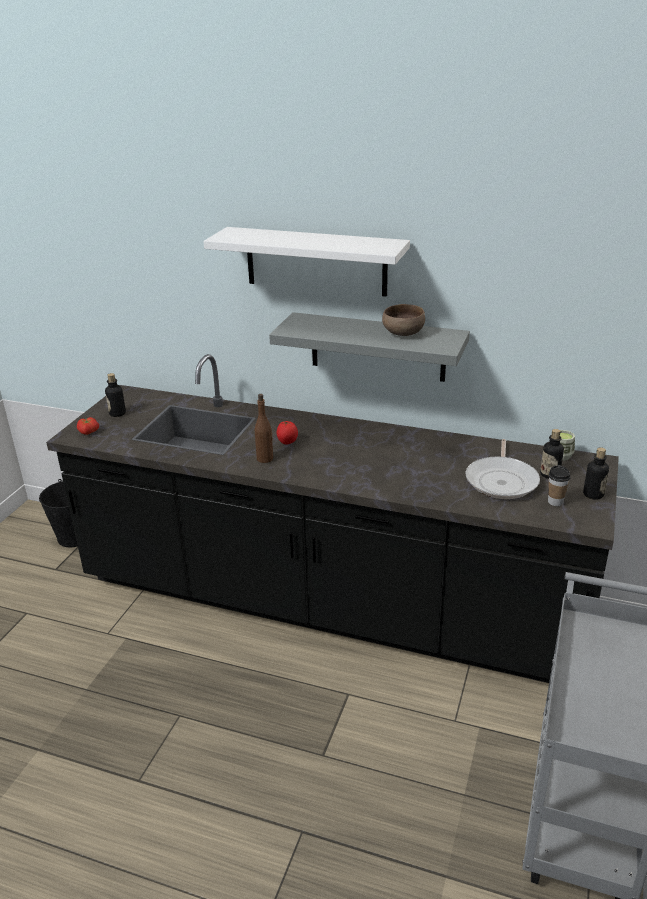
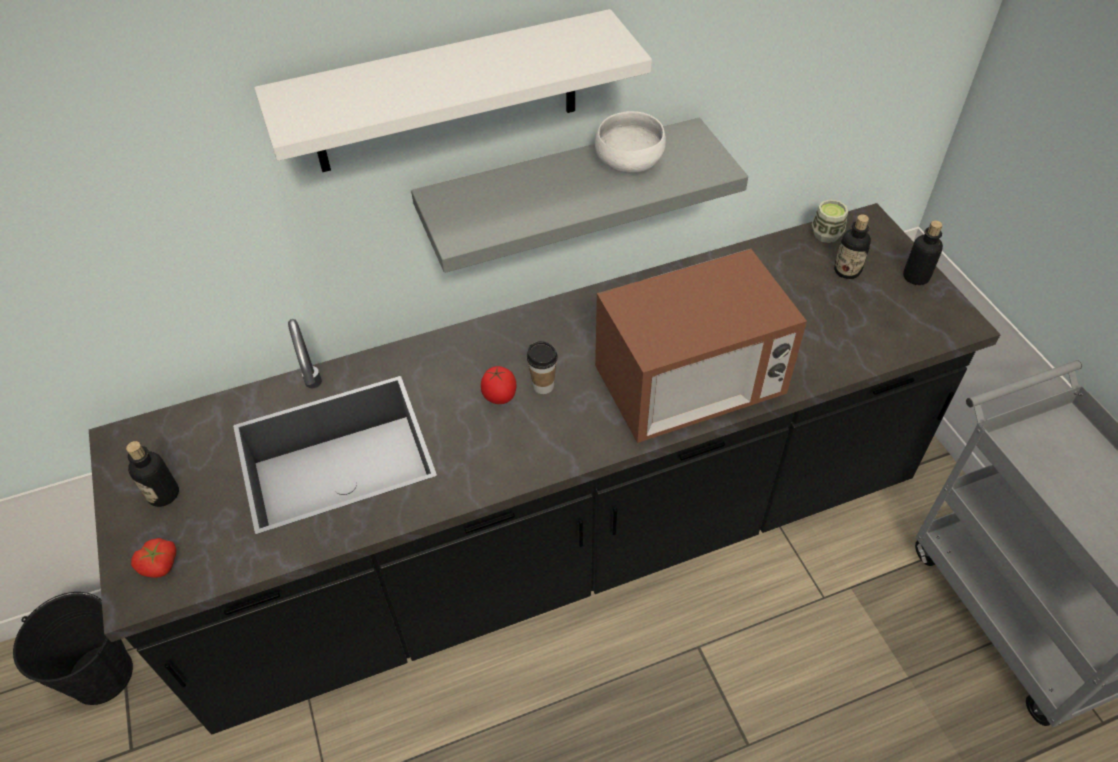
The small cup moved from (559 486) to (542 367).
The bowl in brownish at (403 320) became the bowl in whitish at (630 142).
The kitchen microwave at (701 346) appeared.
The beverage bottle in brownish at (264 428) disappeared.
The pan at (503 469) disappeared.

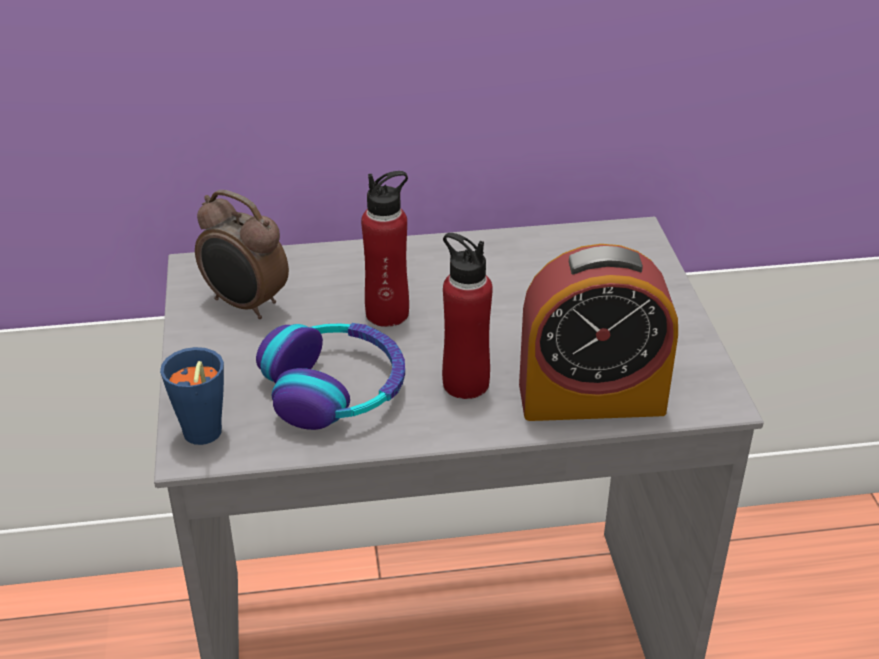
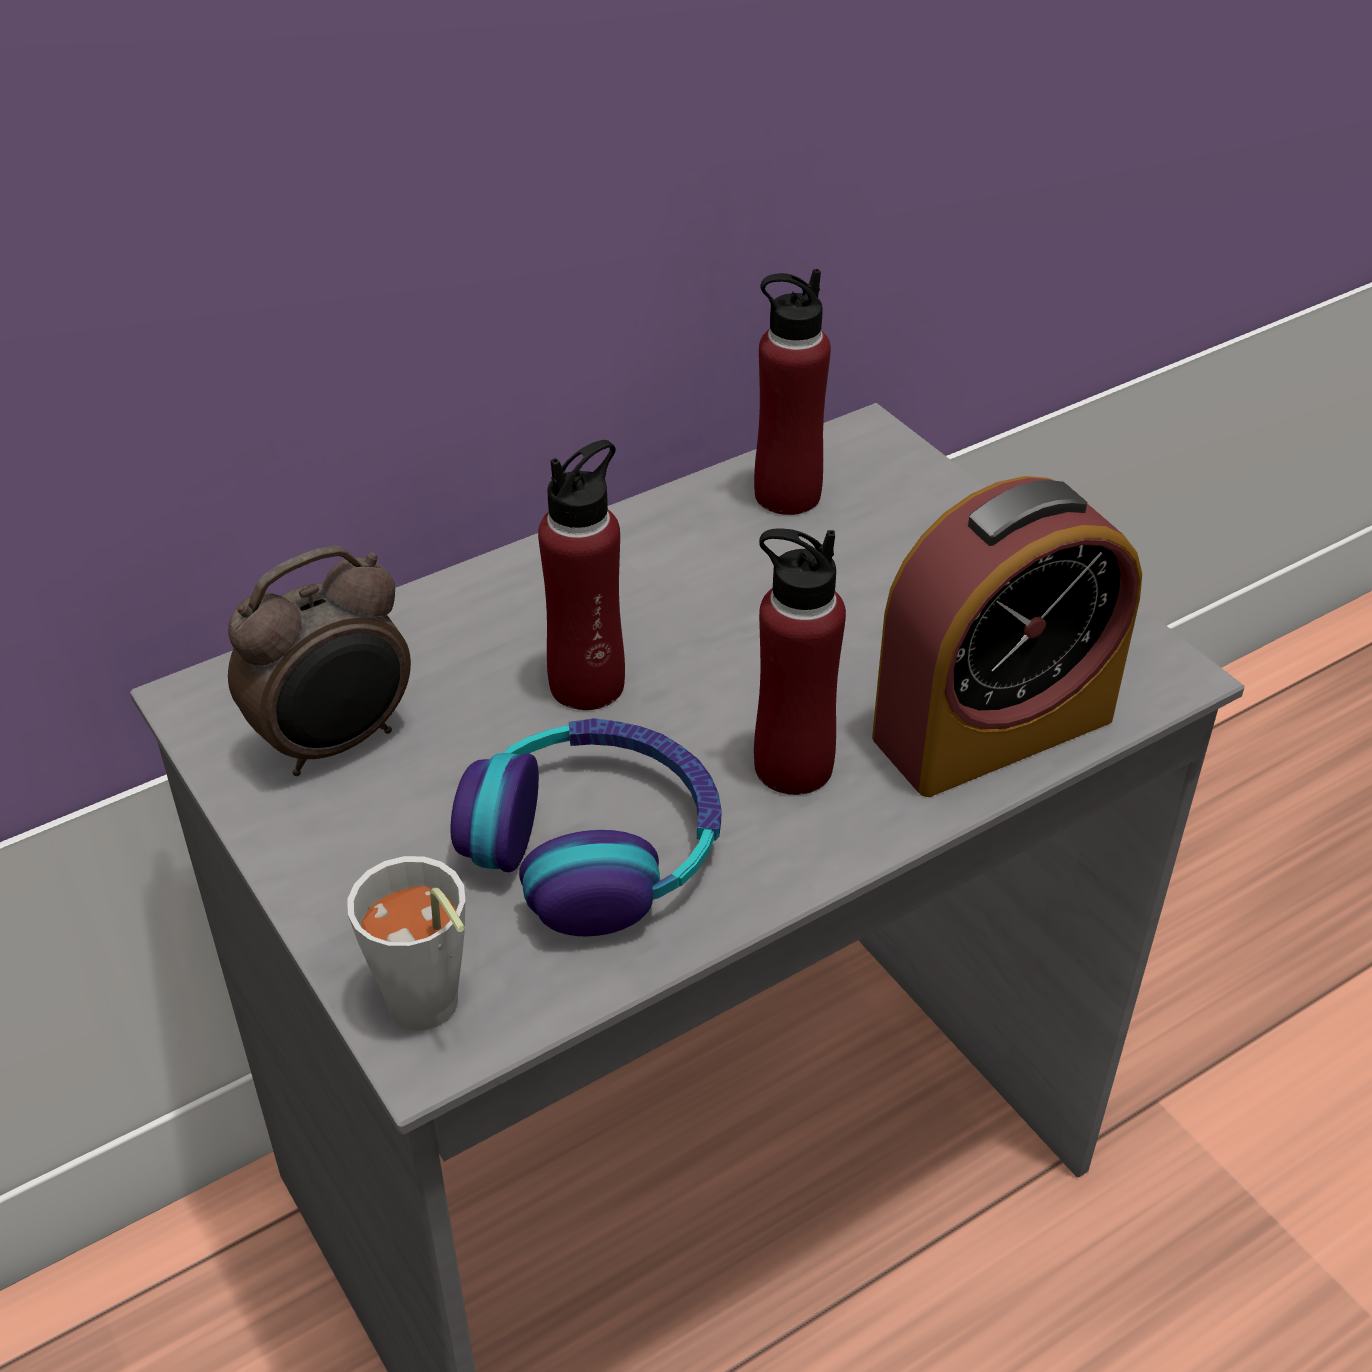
The alarm clock at (242 254) turned 45 degrees counterclockwise.
The small cup in bluish at (192 396) became the small cup in grey at (406 943).
The beverage bottle in red at (792 392) appeared.

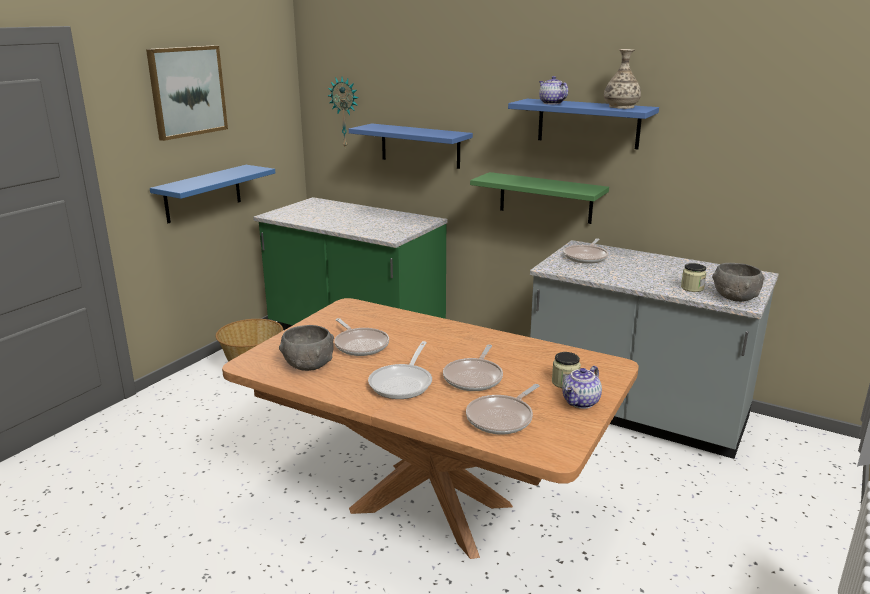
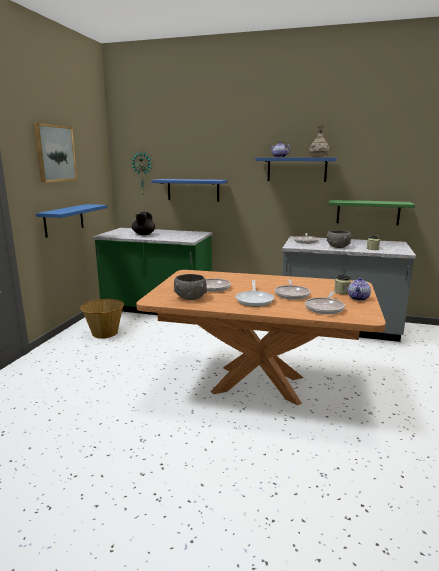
The pot for tea in black at (143 223) appeared.
The bowl in grey moved from (738 282) to (339 239).
The bracket shelf in green moved from (539 198) to (372 212).

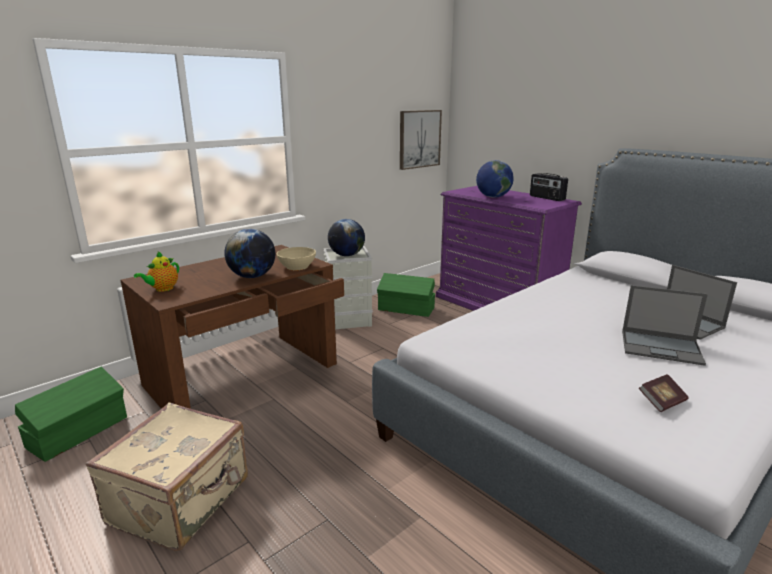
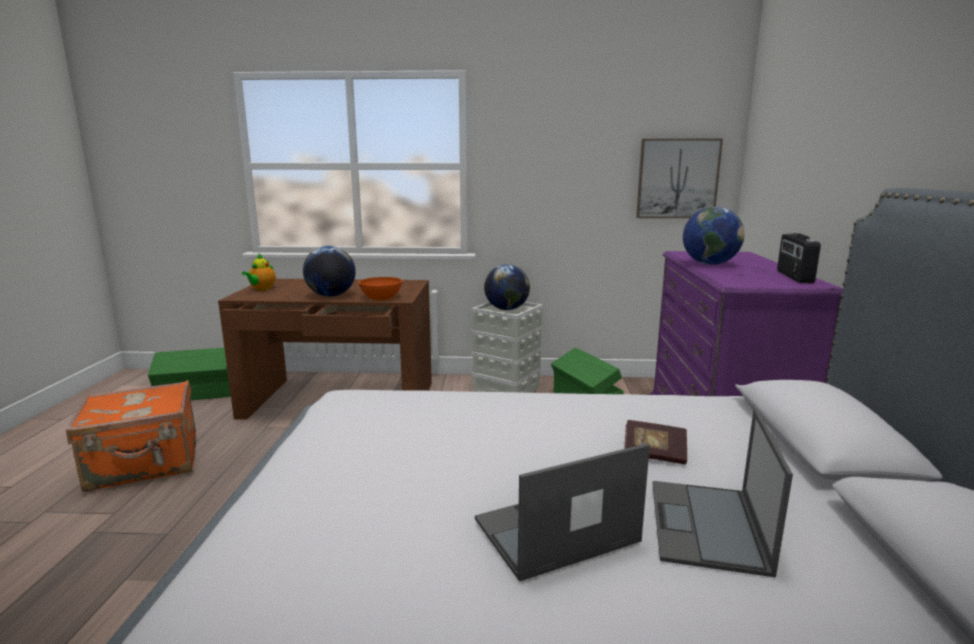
The suitcase in sand-coloured at (167 477) became the suitcase in orangey at (131 436).
The pot for tea at (156 272) turned 60 degrees counterclockwise.
The bowl in sand-coloured at (296 258) became the bowl in orangey at (380 288).
The laptop at (665 325) turned 90 degrees clockwise.
The book moved from (664 393) to (655 442).

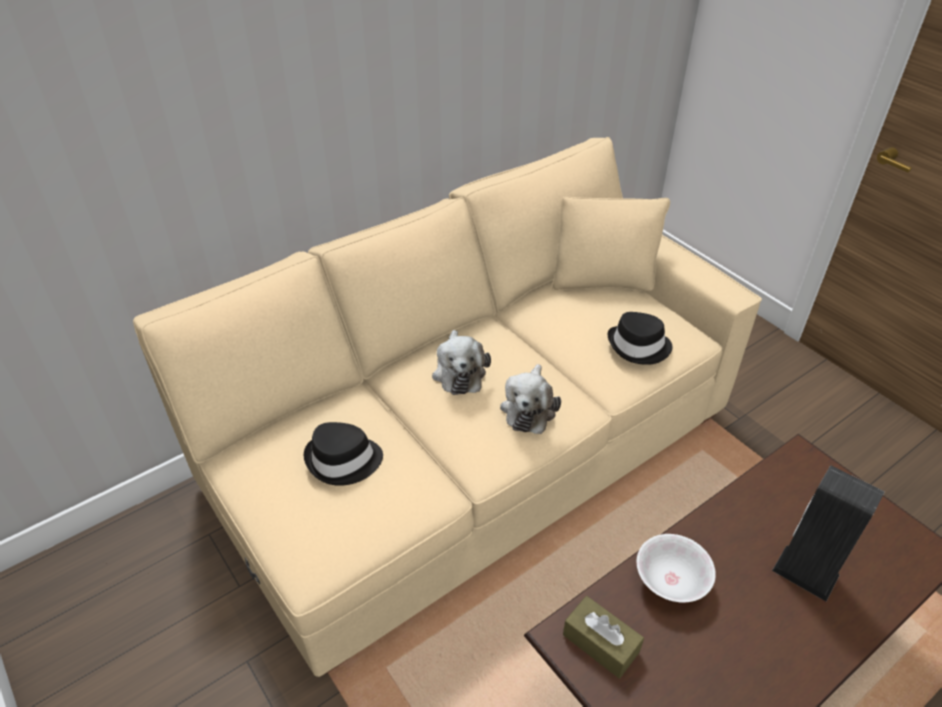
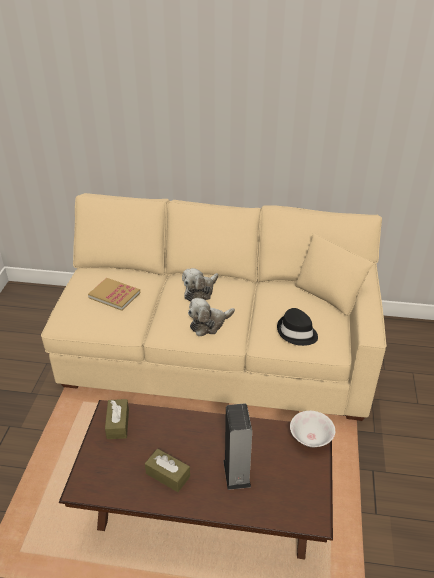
The clothing hat in black at (343 454) was replaced by the book at (114 294).
The box of tissues in brownish at (167 470) appeared.
The bowl in whitish moved from (676 568) to (312 429).

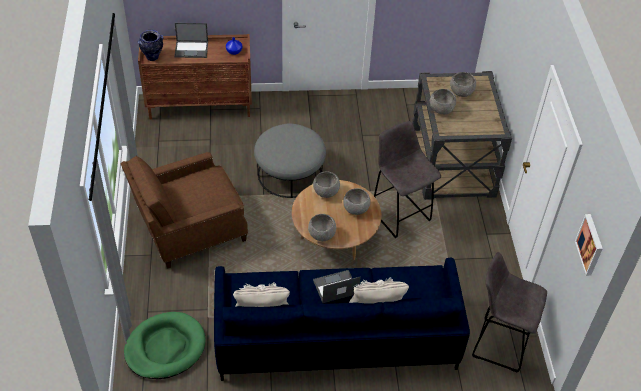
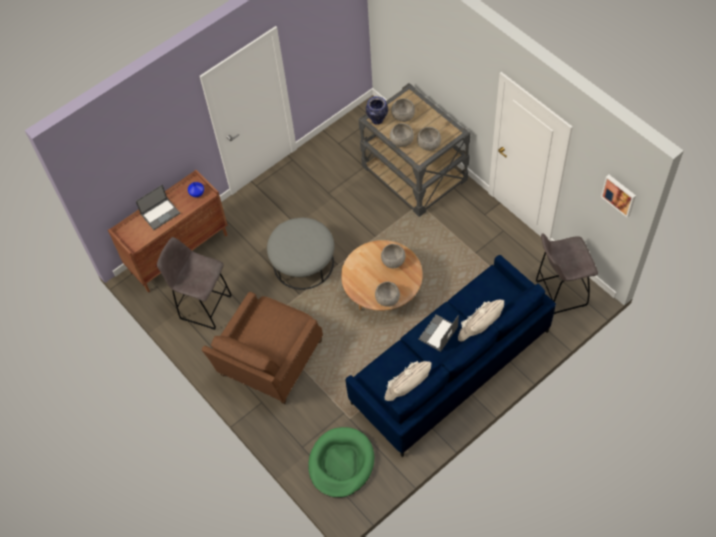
The sitting stool in grey moved from (407 179) to (194 283).
The flower vase moved from (151 45) to (377 110).
The bowl in grey moved from (326 184) to (429 139).

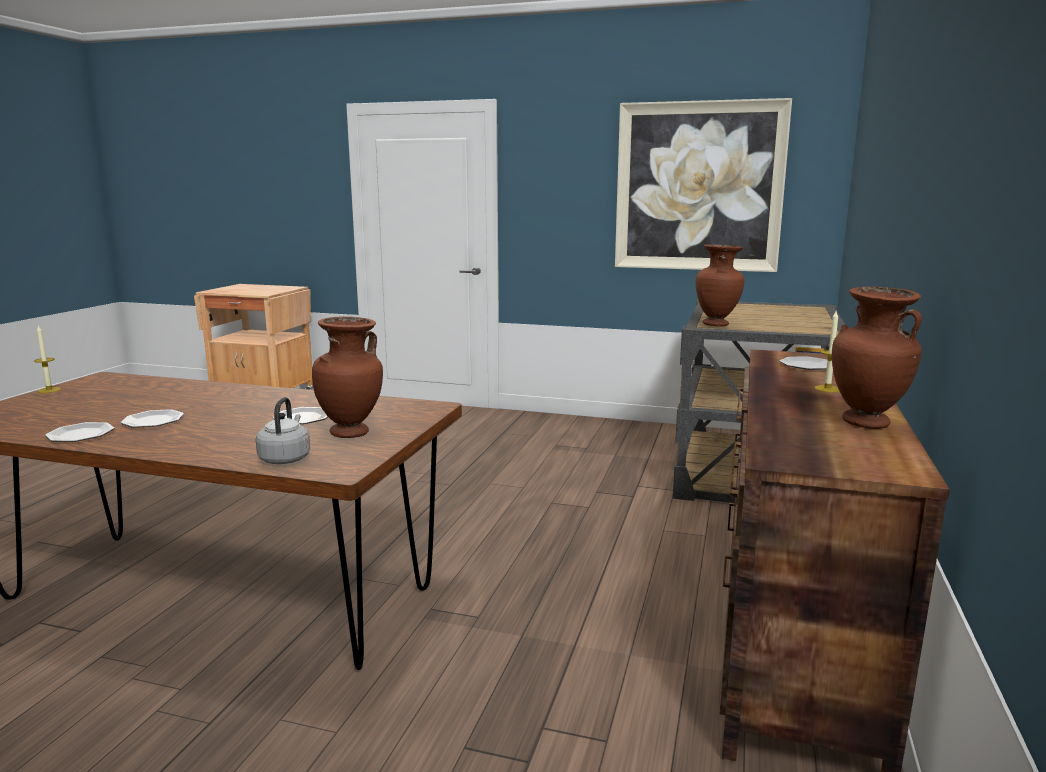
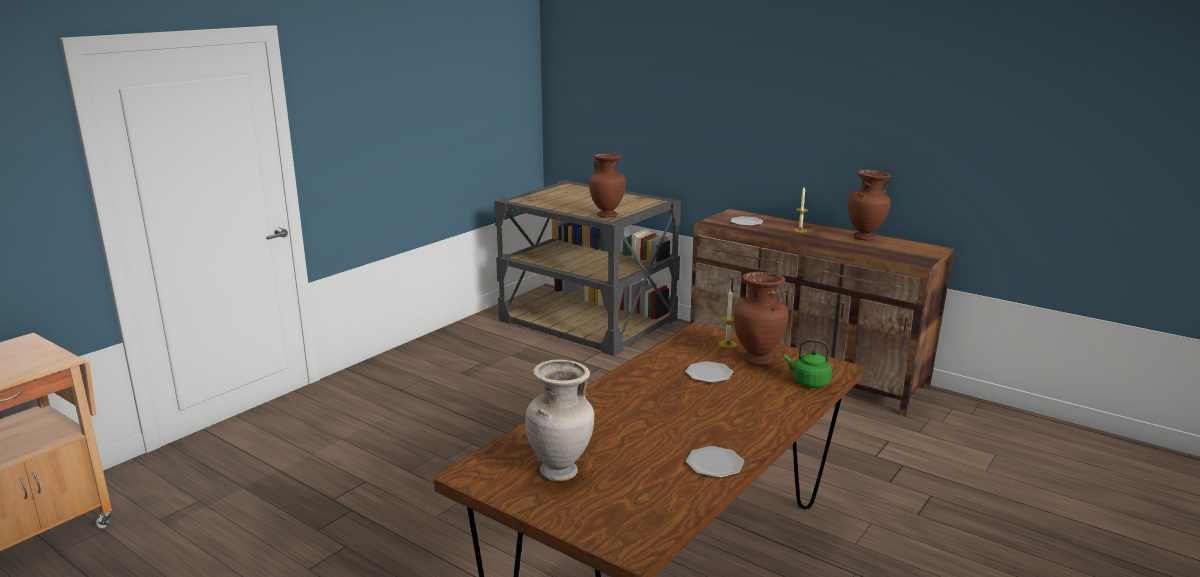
The flower vase in sand-coloured at (559 420) appeared.
The candle moved from (47 359) to (728 319).
The kettle in grey at (283 430) became the kettle in green at (808 363).
The plate at (152 418) disappeared.
The wall picture at (703 185) disappeared.

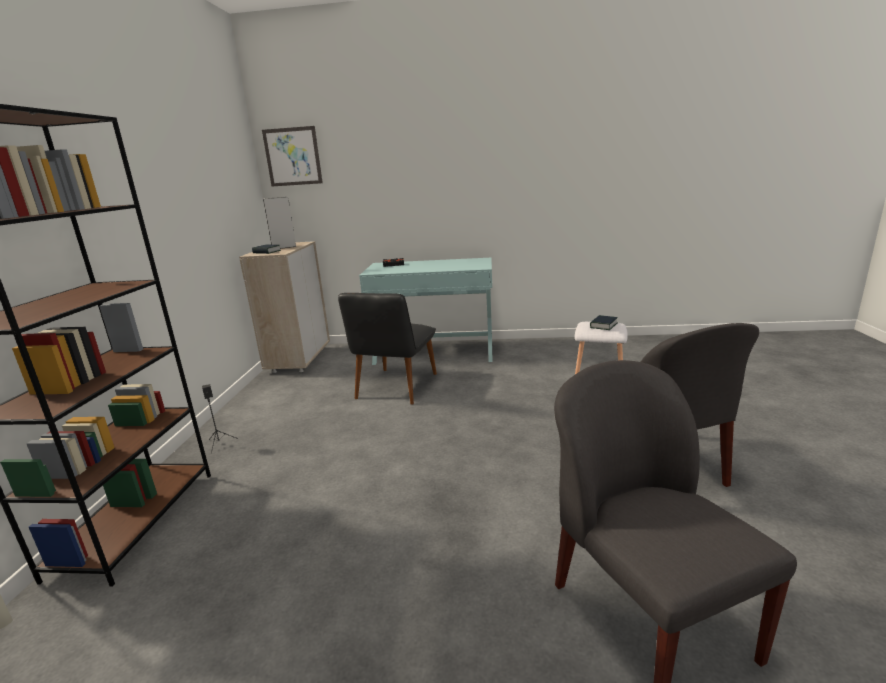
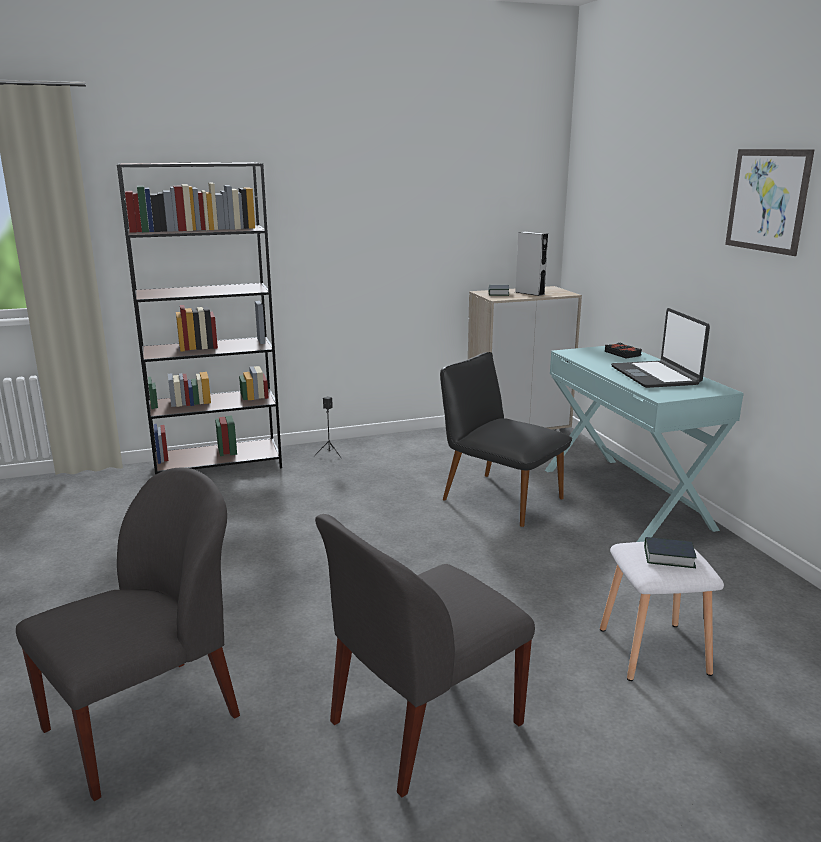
The chair in black at (387 349) turned 45 degrees clockwise.
The laptop at (660 348) appeared.
The wall picture moved from (292 156) to (770 202).

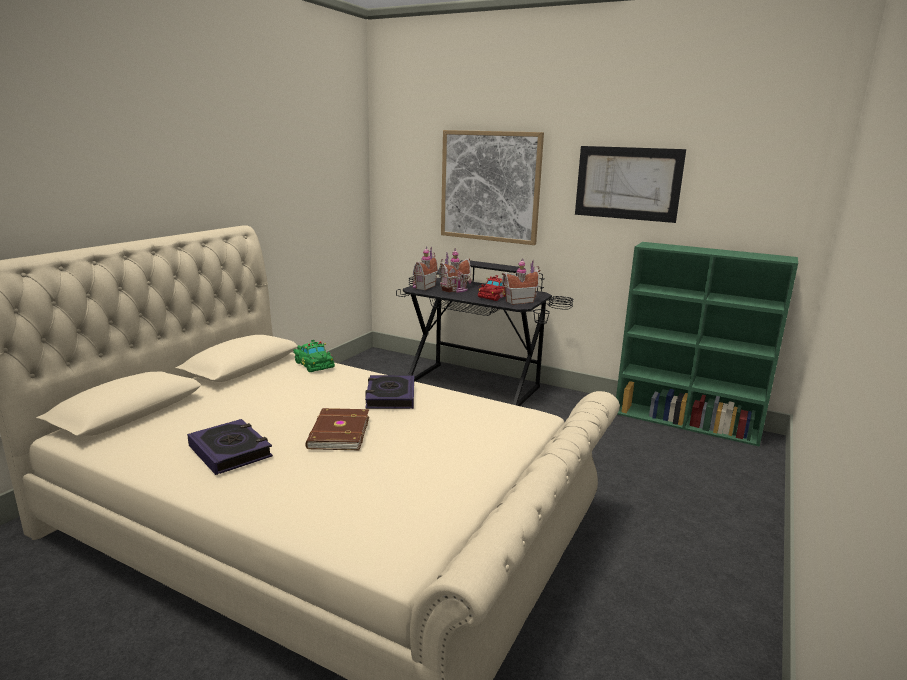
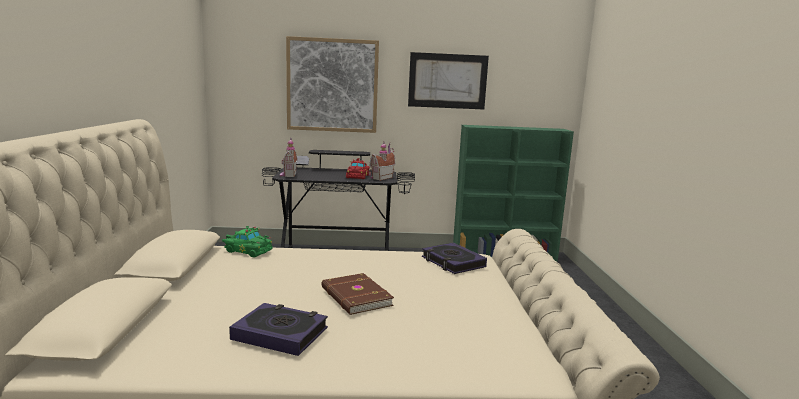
The book moved from (389 392) to (454 258).
The miniature house at (455 270) disappeared.

